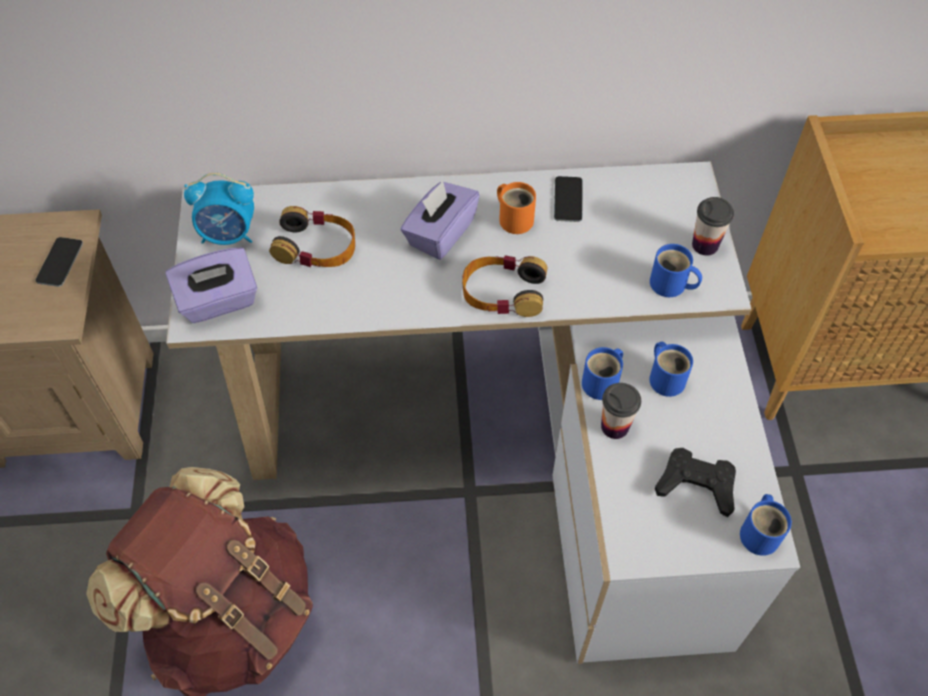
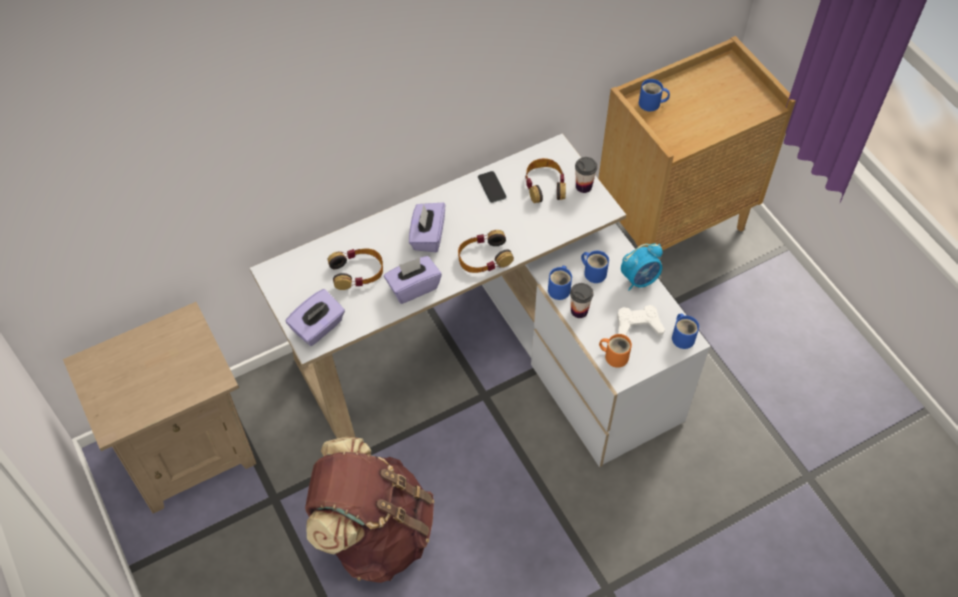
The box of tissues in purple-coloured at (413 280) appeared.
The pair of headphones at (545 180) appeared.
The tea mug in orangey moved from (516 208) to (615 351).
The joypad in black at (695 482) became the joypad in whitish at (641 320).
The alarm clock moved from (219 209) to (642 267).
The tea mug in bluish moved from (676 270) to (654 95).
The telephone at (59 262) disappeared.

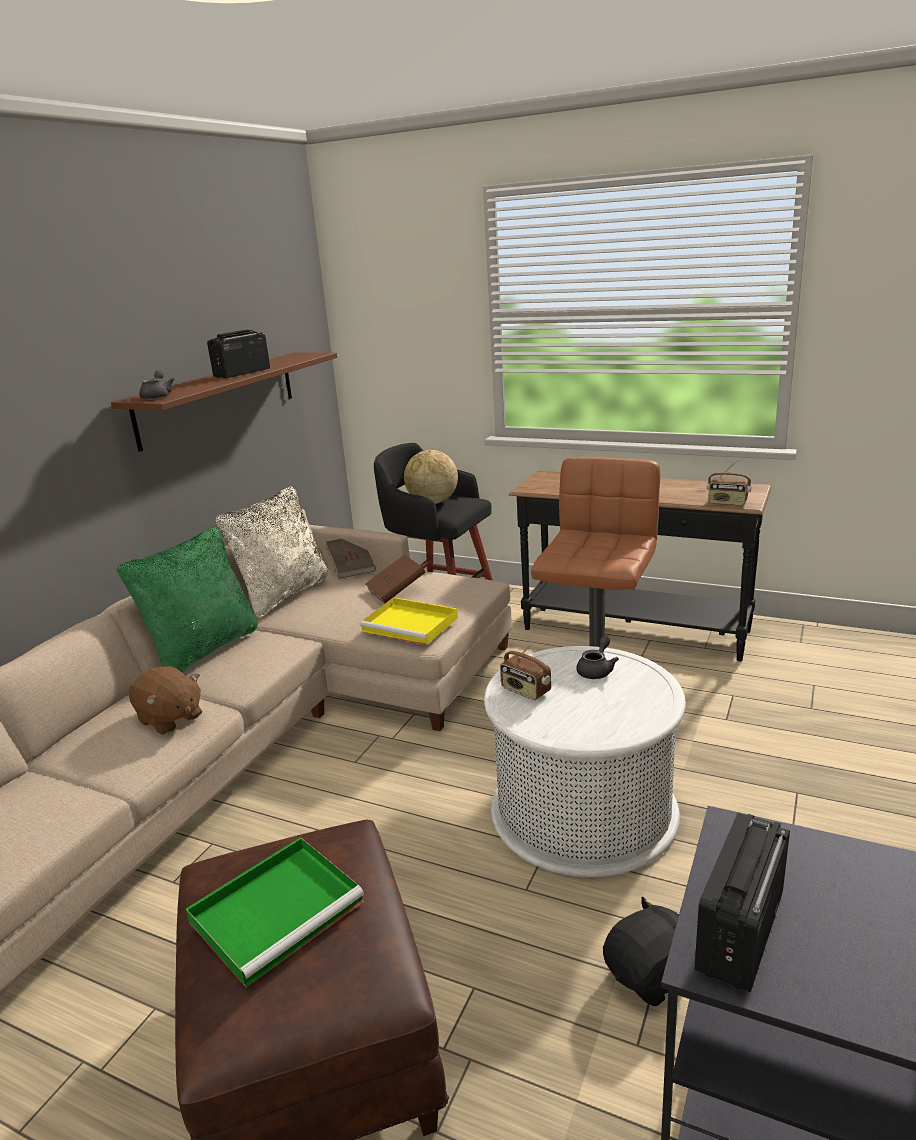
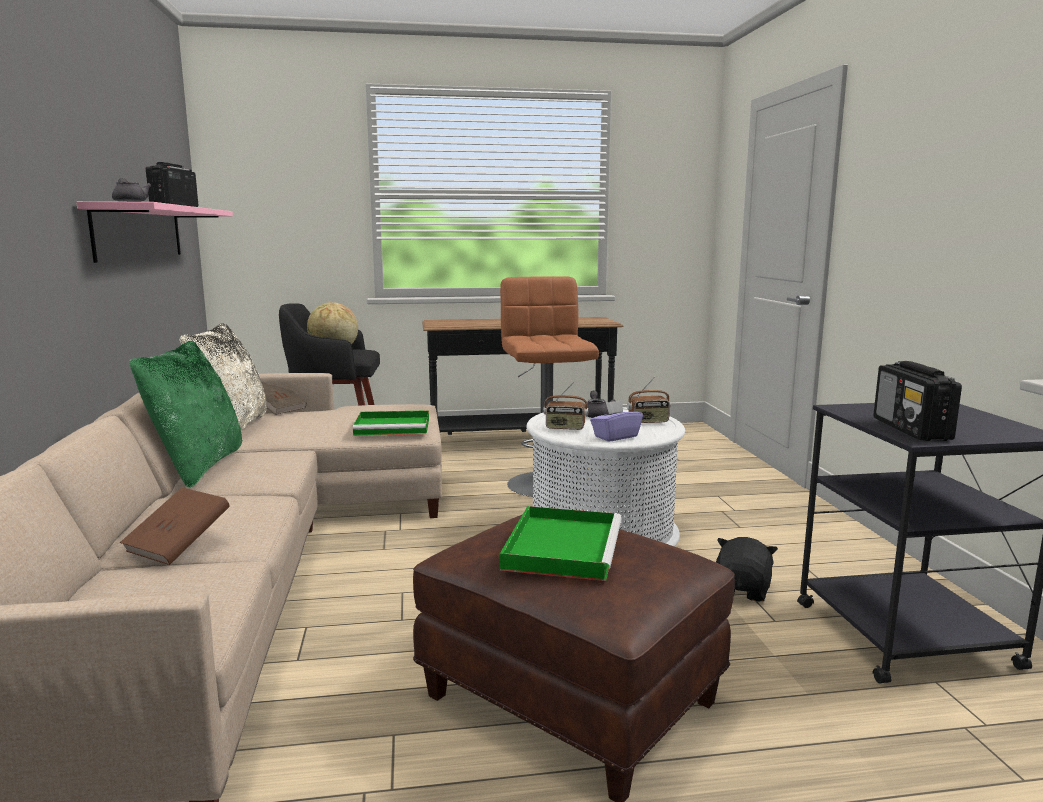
The bracket shelf in brownish at (224 402) became the bracket shelf in pink at (154 232).
The book in brownish moved from (395 578) to (175 526).
The tray in yellow at (409 621) became the tray in green at (391 423).
The box of tissues in purple-coloured at (616 420) appeared.
The radio moved from (729 483) to (649 400).
The plush toy in brownish at (165 700) disappeared.

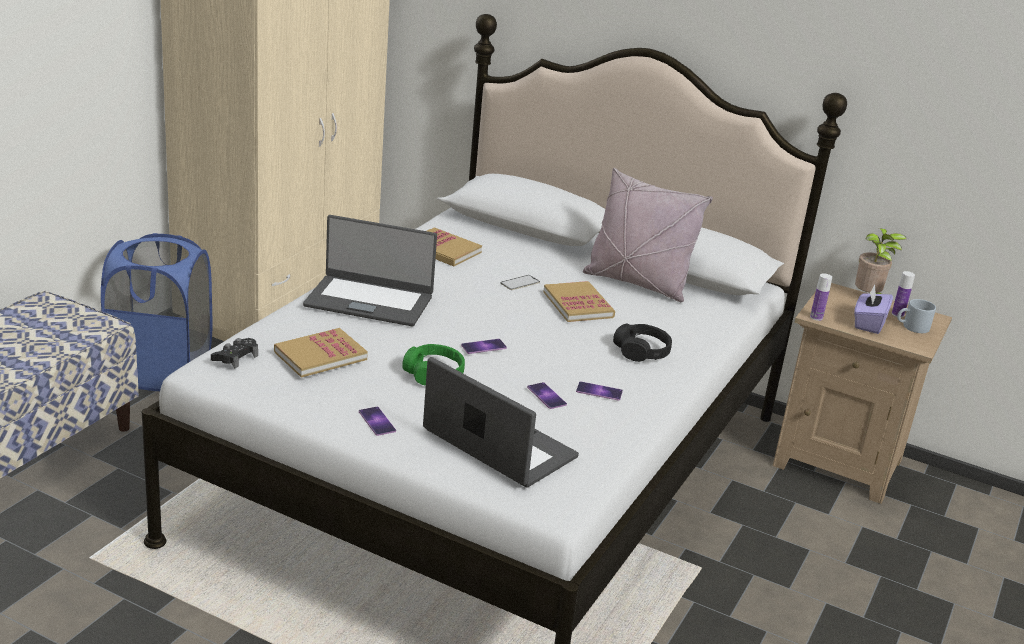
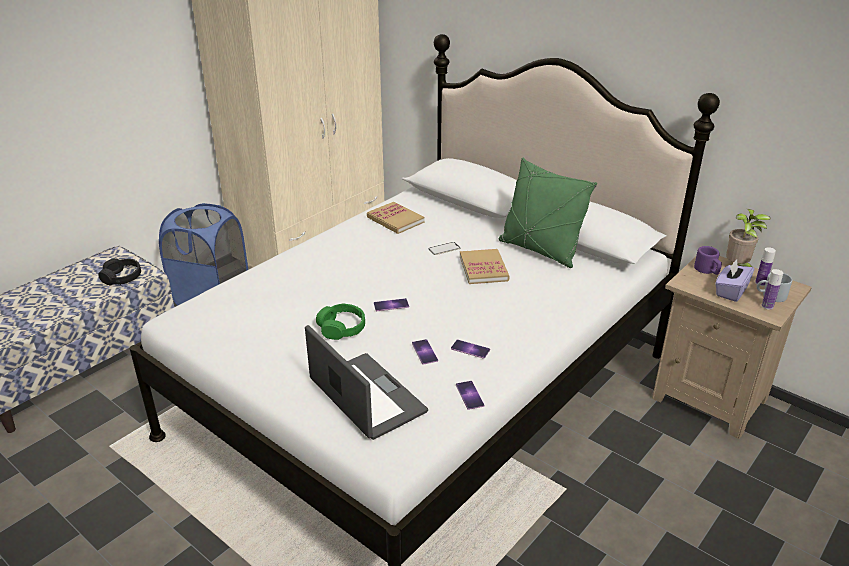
The pair of headphones in black moved from (642 342) to (119 271).
The telephone moved from (377 421) to (470 395).
The cushion in purple-coloured at (648 235) became the cushion in green at (548 212).
The tea mug in purple-coloured at (708 260) appeared.
The beverage bottle moved from (821 297) to (772 289).
The joypad in black at (234 353) disappeared.
The book at (321 353) disappeared.
The laptop at (370 270) disappeared.

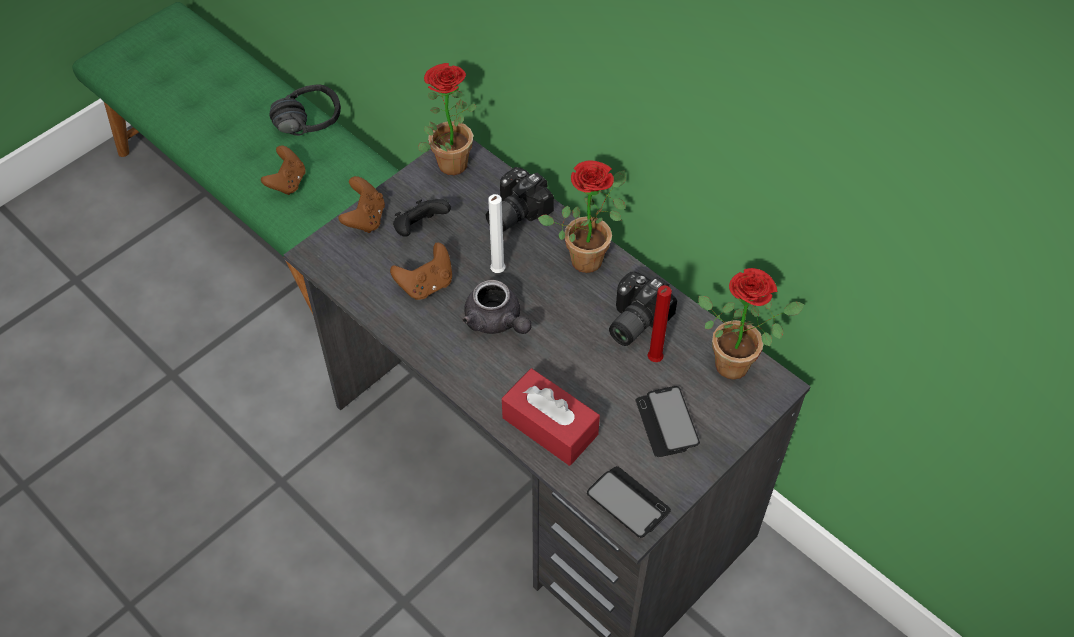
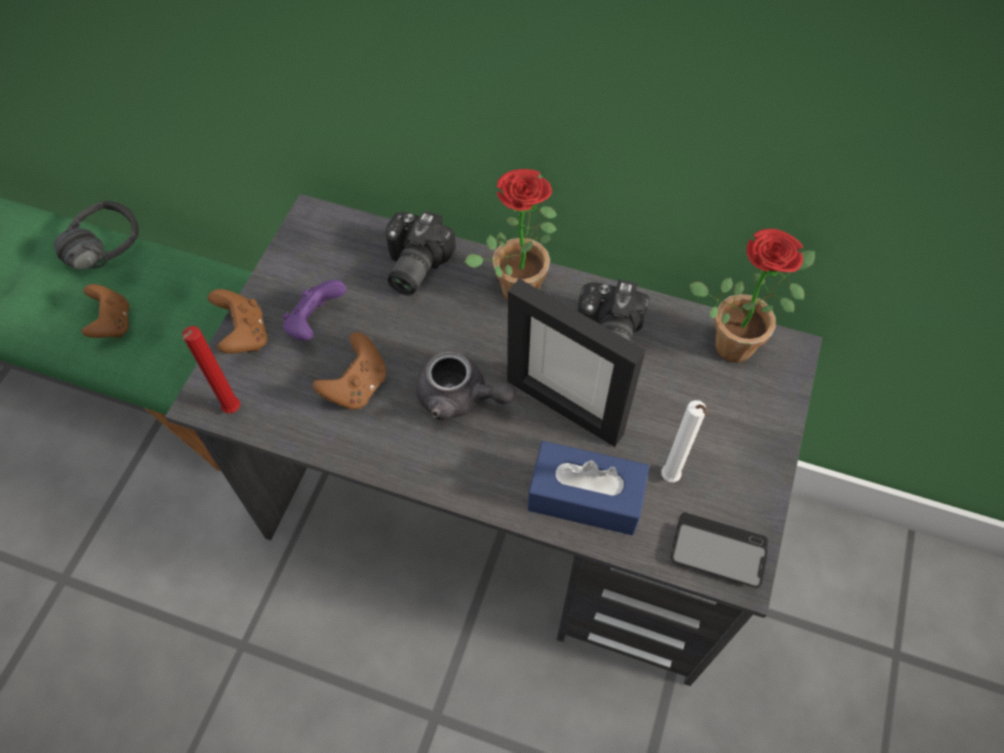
The candle in red moved from (659 323) to (211 370).
The joypad in black at (422 218) became the joypad in purple-coloured at (314 310).
The standing frame at (576 362) appeared.
The box of tissues in red at (551 417) became the box of tissues in bluish at (588 488).
The candle in whitish moved from (496 233) to (685 441).
The potted plant at (447 119) disappeared.
The telephone at (667 421) disappeared.

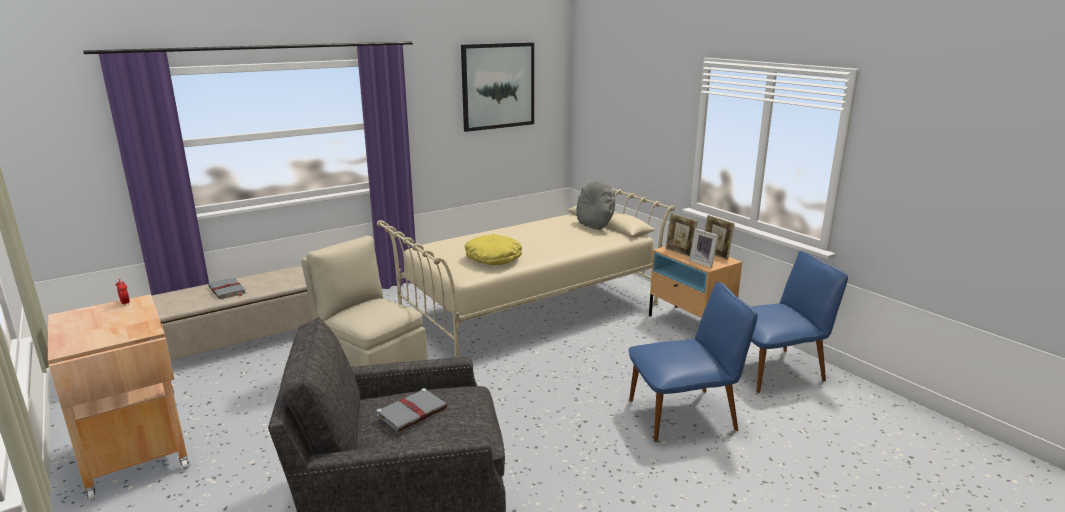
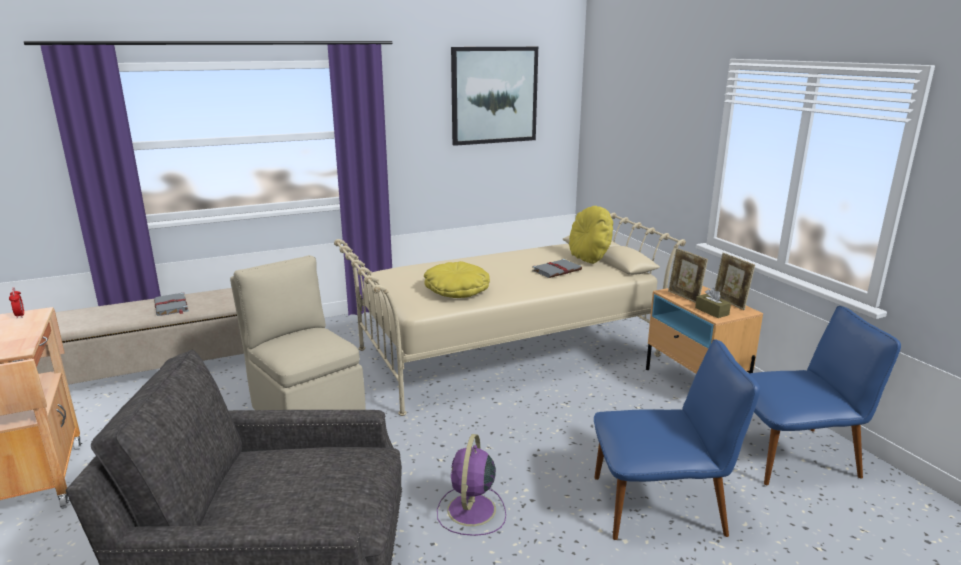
The fan in purple-coloured at (471 485) appeared.
The book in grey moved from (411 410) to (557 268).
The cushion in grey at (595 205) became the cushion in yellow at (591 235).
The standing frame at (703 248) was replaced by the box of tissues in brownish at (713 303).

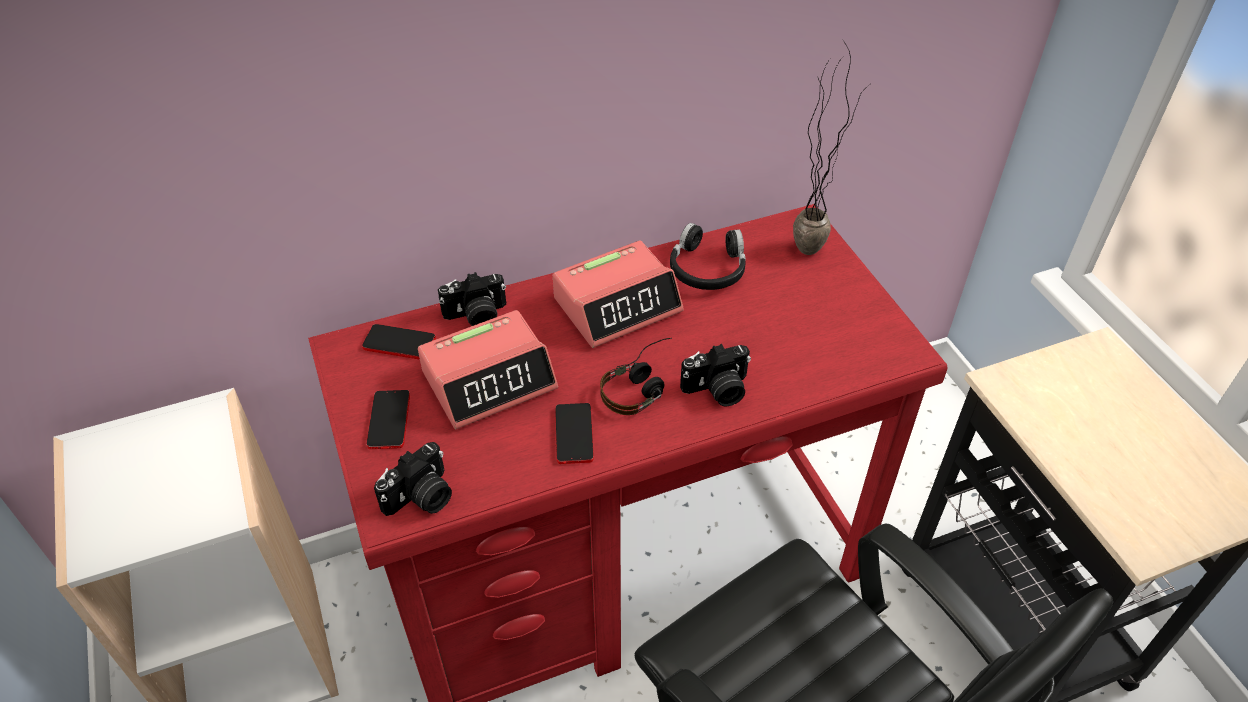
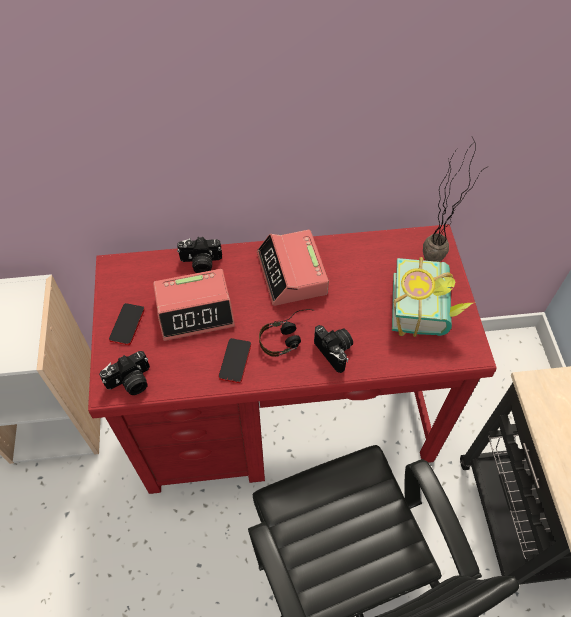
The alarm clock at (618 294) turned 90 degrees clockwise.
The still camera at (715 375) turned 120 degrees counterclockwise.
The book at (432 297) appeared.
The telephone at (399 342) disappeared.
The pair of headphones in black at (708 256) disappeared.

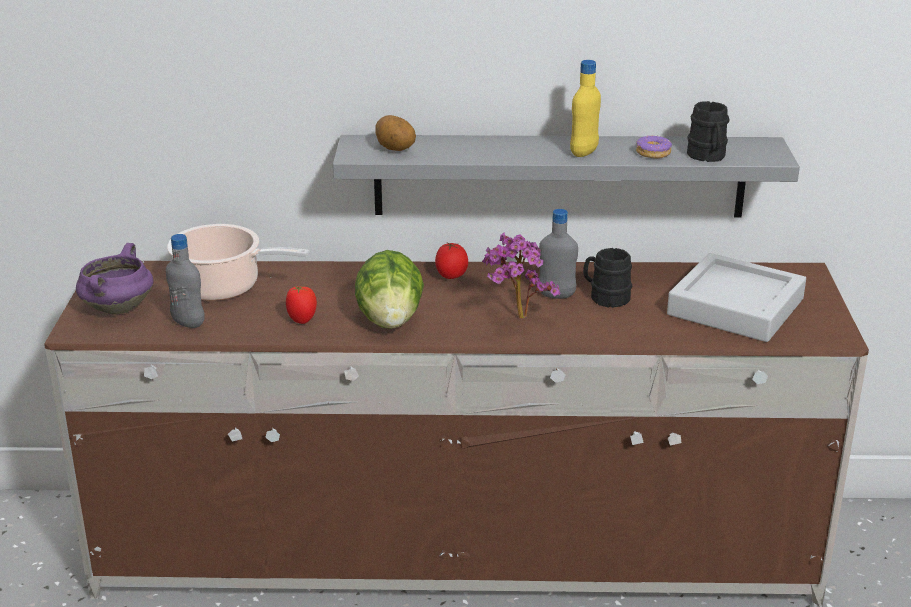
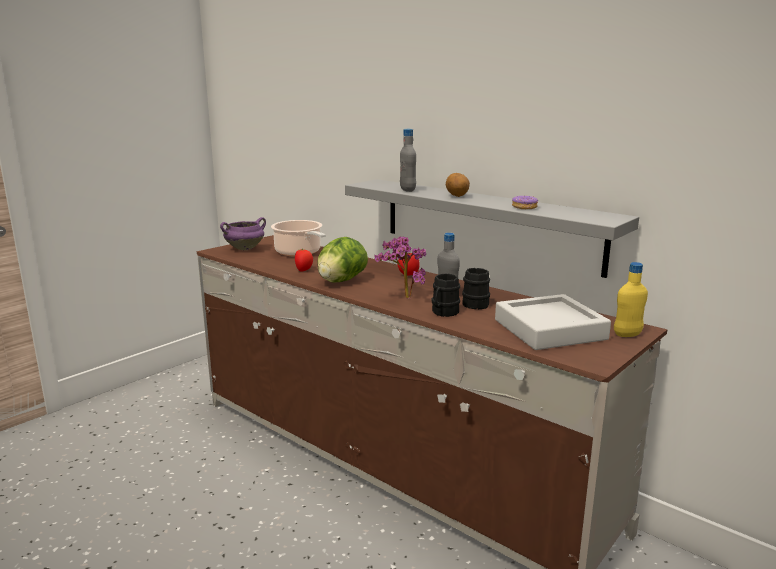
The beverage bottle in grey moved from (185 281) to (408 160).
The tea mug in black moved from (708 131) to (445 295).
The potato moved from (395 133) to (458 185).
The beverage bottle in yellow moved from (585 108) to (631 299).

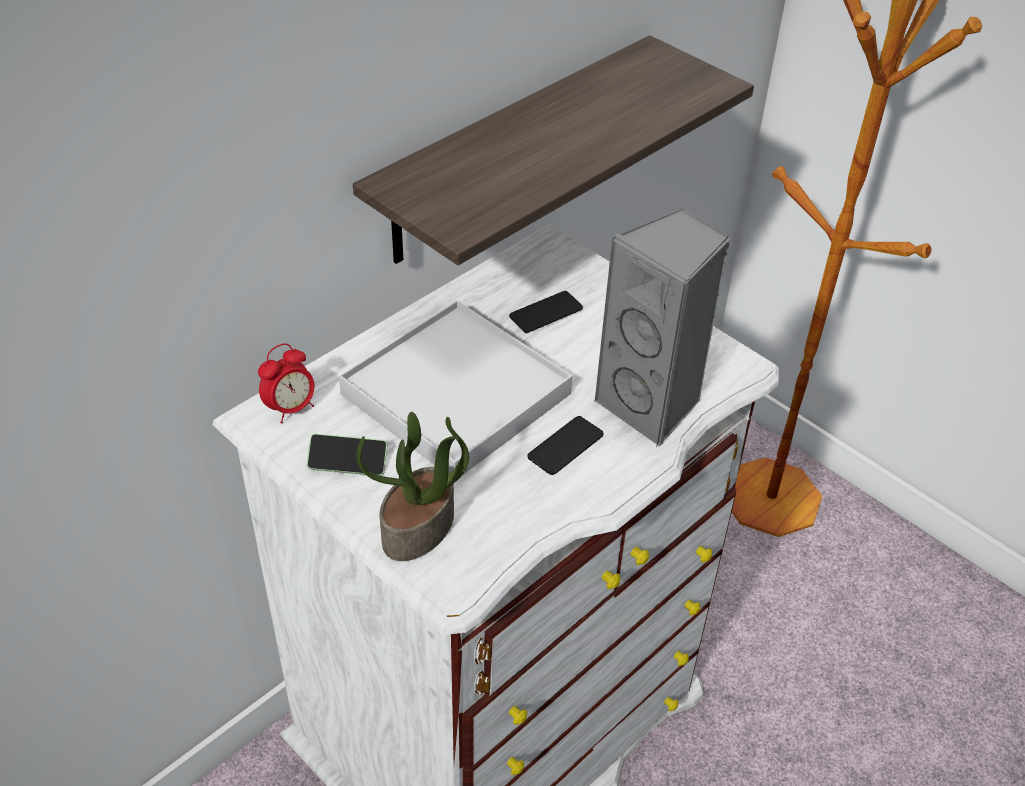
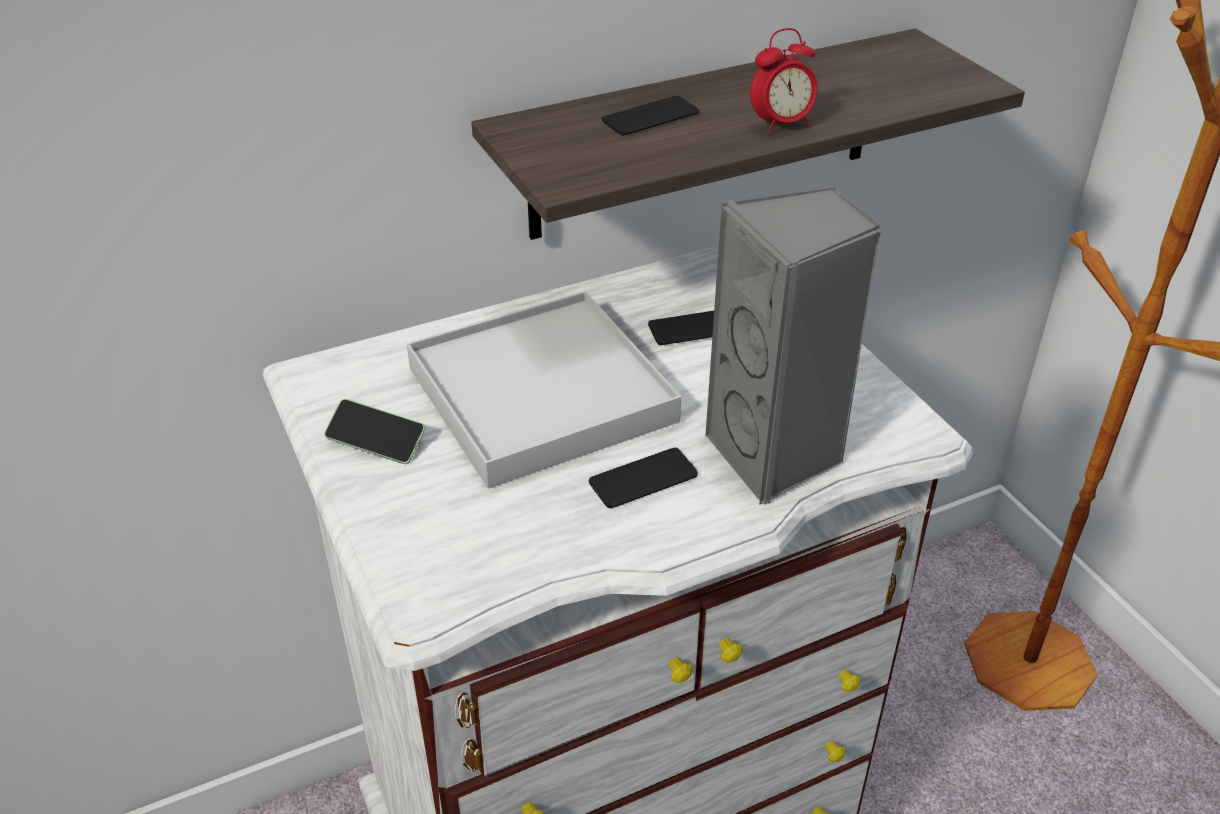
The telephone at (650 115) appeared.
The alarm clock moved from (286 383) to (784 81).
The potted plant at (412 486) disappeared.

